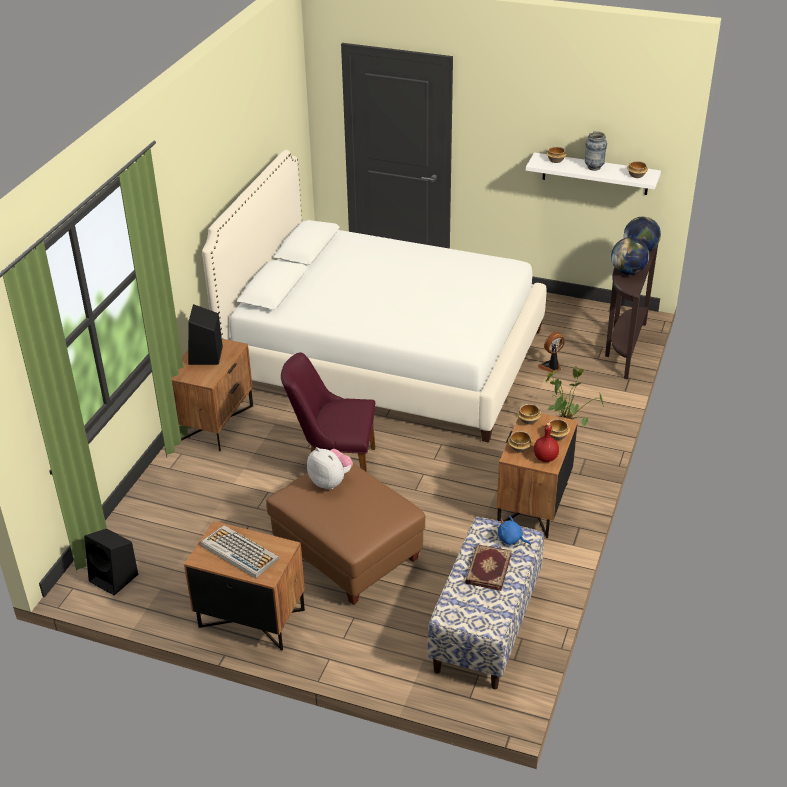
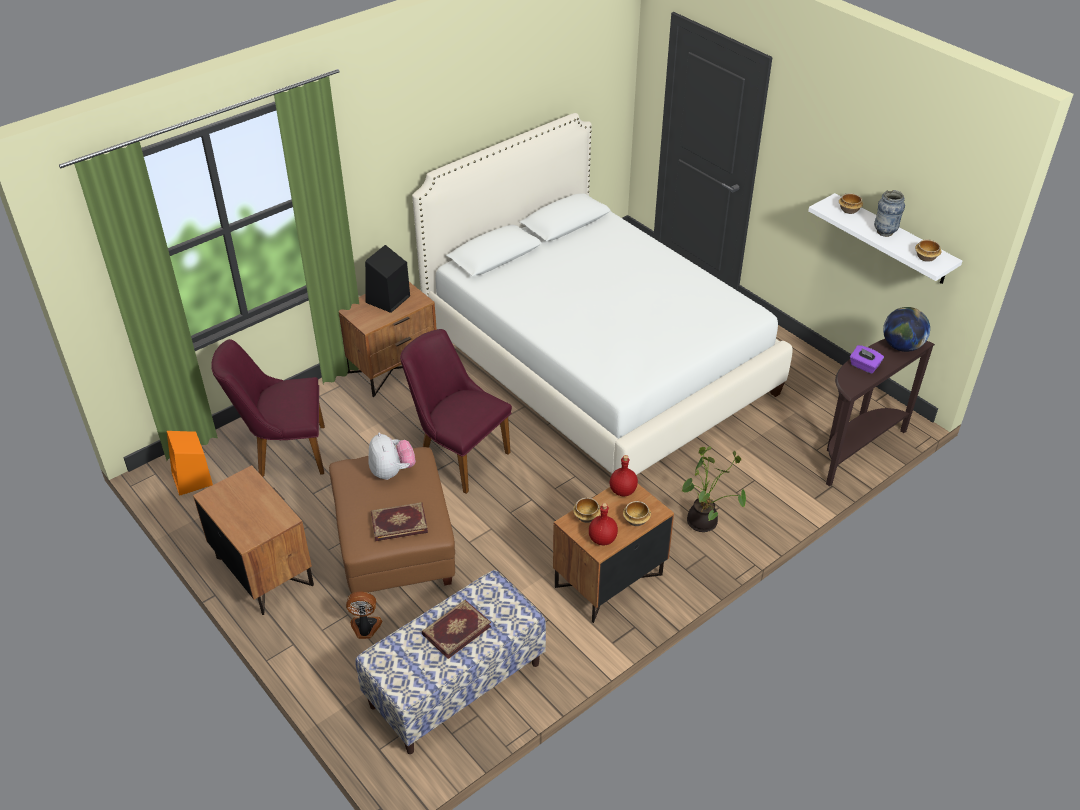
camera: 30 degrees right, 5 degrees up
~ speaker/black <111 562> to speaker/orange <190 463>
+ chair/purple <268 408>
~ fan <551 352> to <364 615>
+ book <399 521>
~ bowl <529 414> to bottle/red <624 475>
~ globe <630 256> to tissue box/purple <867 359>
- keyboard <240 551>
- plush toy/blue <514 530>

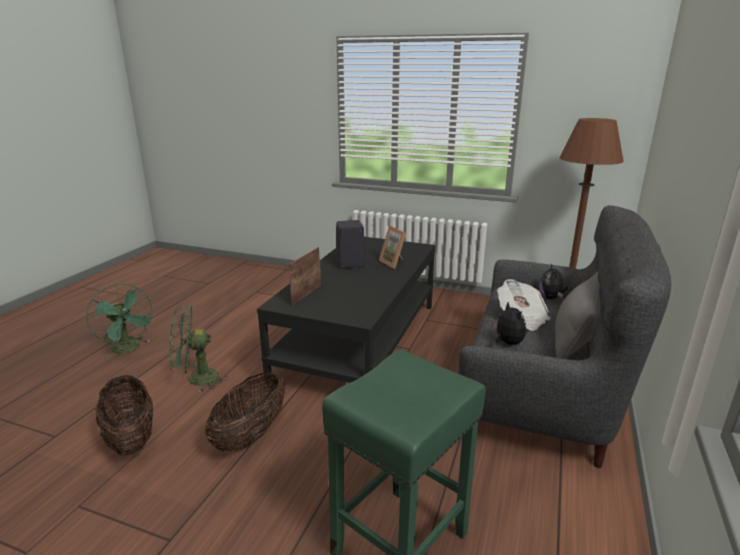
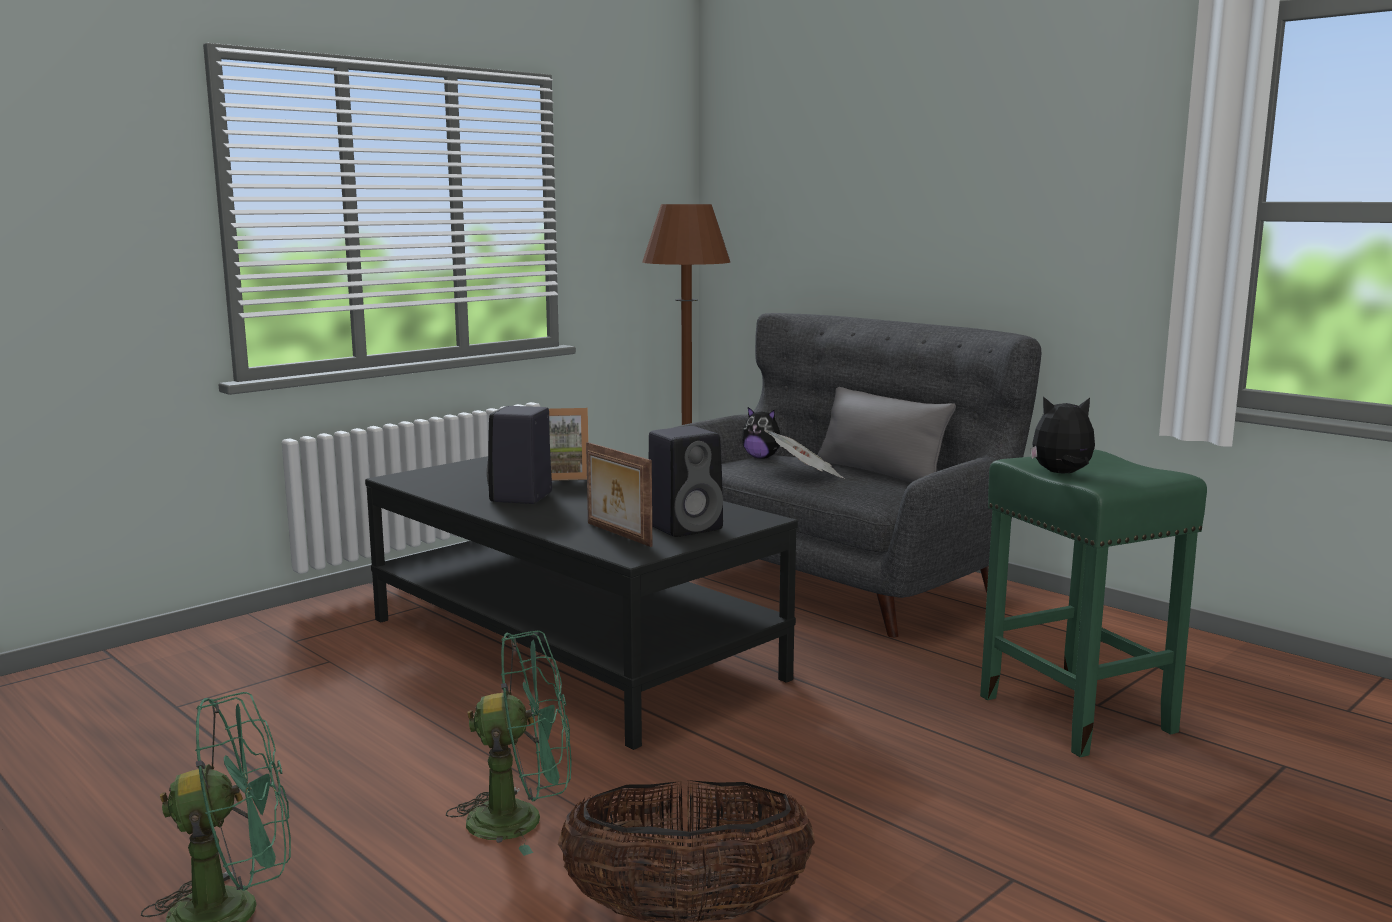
camera: 65 degrees left, 10 degrees down
~ fan/green <198 349> = <509 743> 105 degrees counterclockwise
+ speaker/black <686 481>
~ plush toy <509 323> to <1062 435>
- basket <245 412>

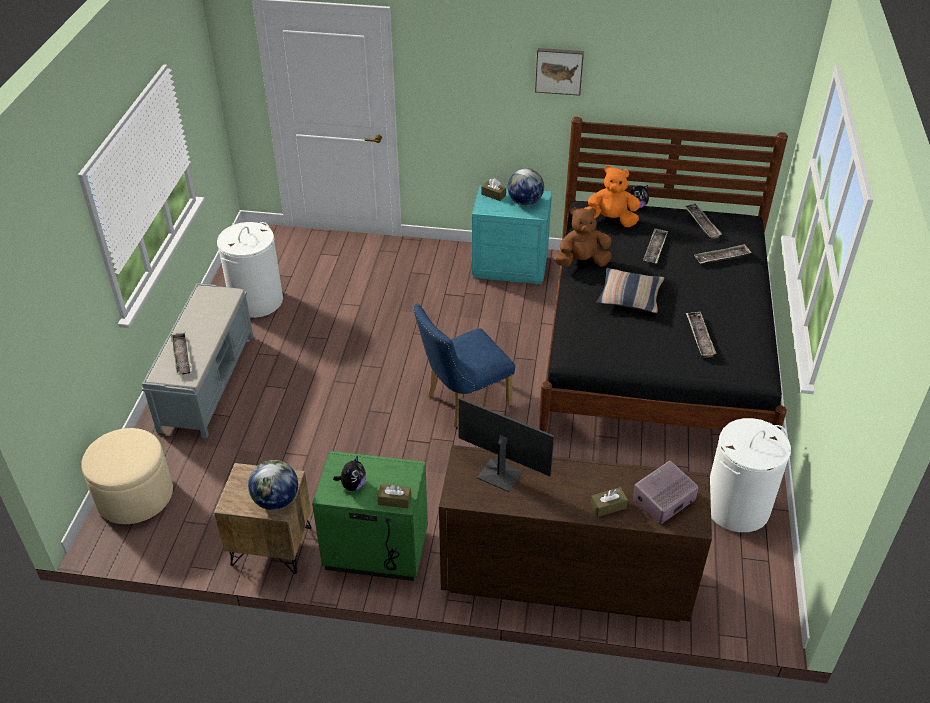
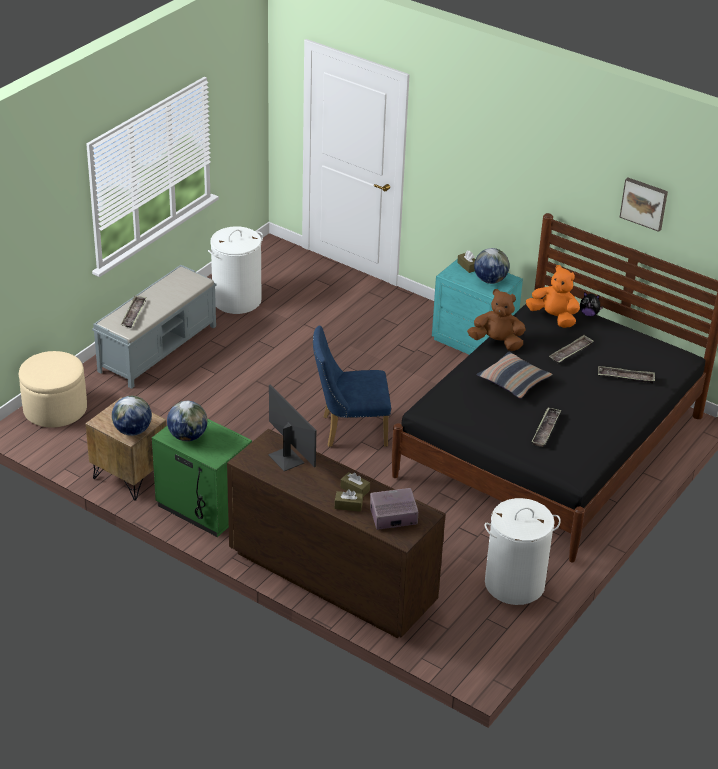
camera: 25 degrees right, 5 degrees down
~ plush toy <349 473> to globe <187 421>
~ tissue box/brown <394 496> to <355 484>
~ picture <559 72> to <644 205>
- tray <703 221>

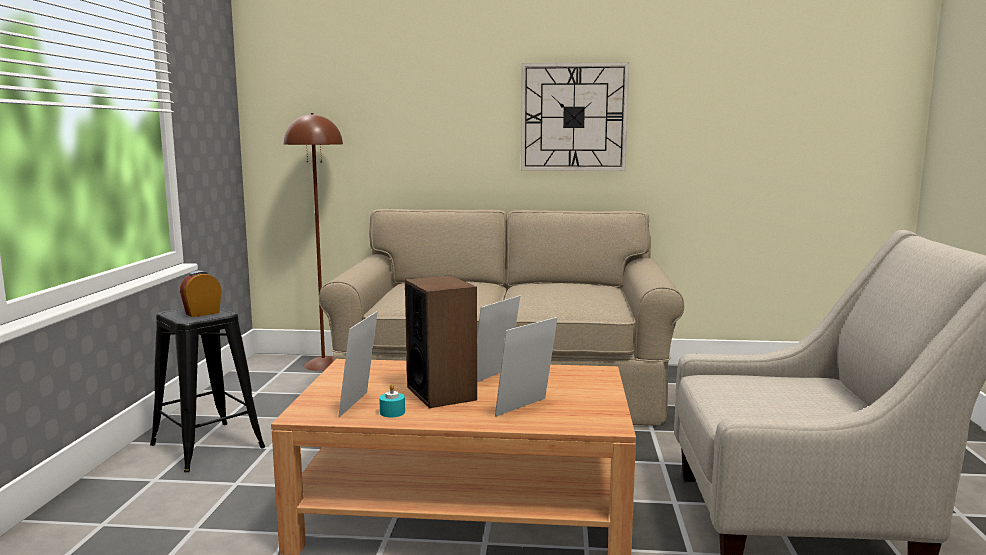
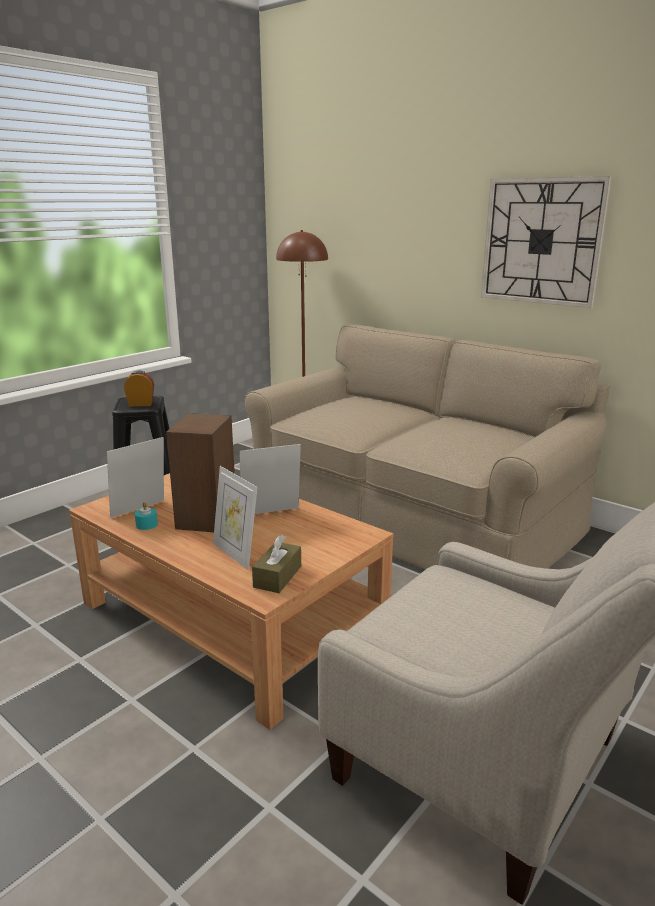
camera: 35 degrees right, 10 degrees up
~ picture frame <526 367> = <235 518> 120 degrees counterclockwise
+ tissue box/brown <276 564>

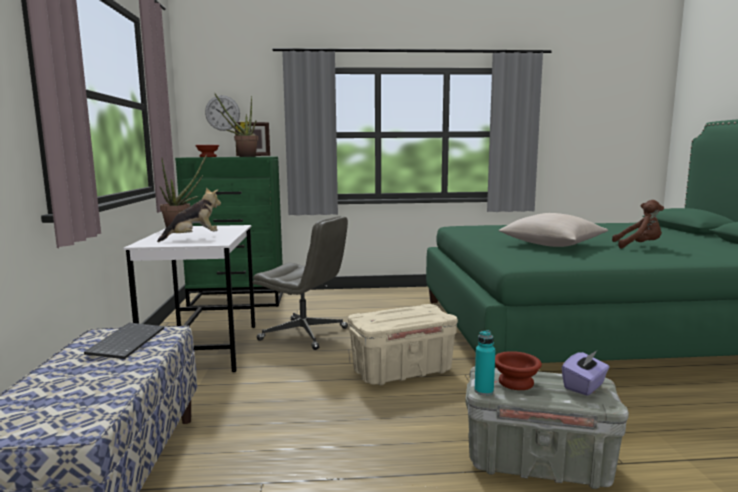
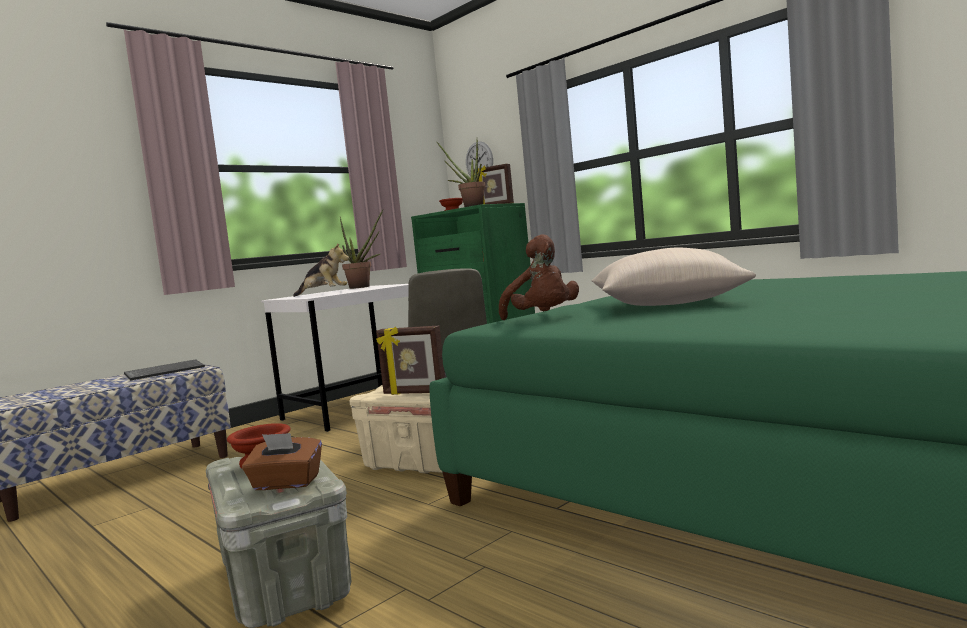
camera: 50 degrees right, 5 degrees down
~ tissue box/purple <585 373> to tissue box/brown <282 461>
+ picture frame <410 360>
~ plush toy/brown <638 224> to <539 277>
- bottle/turquoise <485 363>

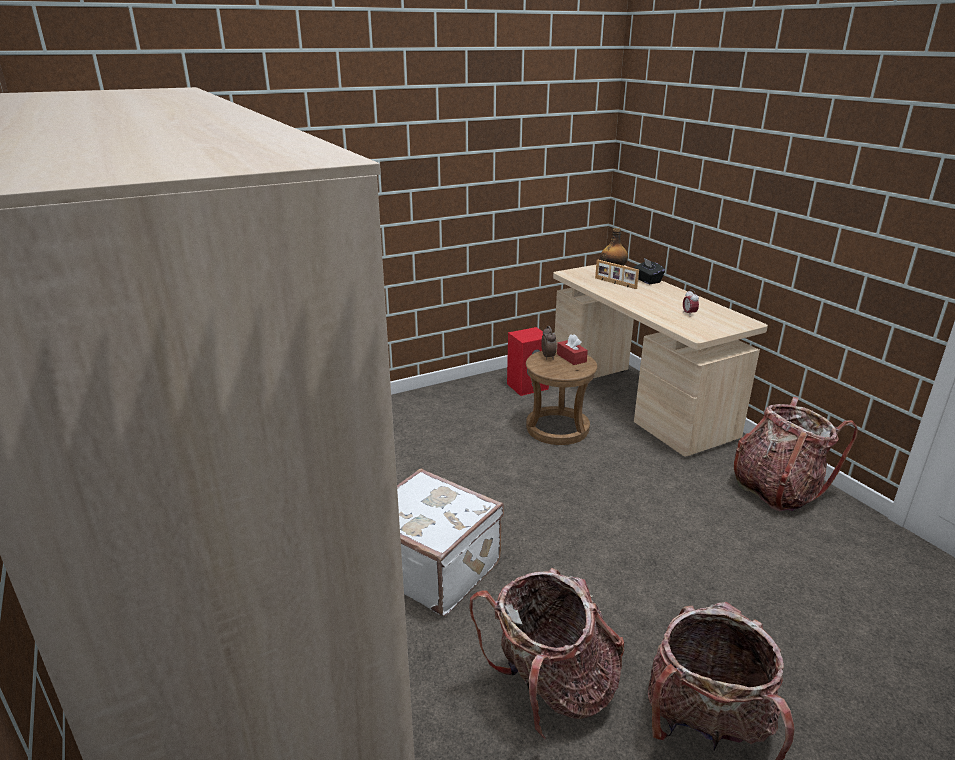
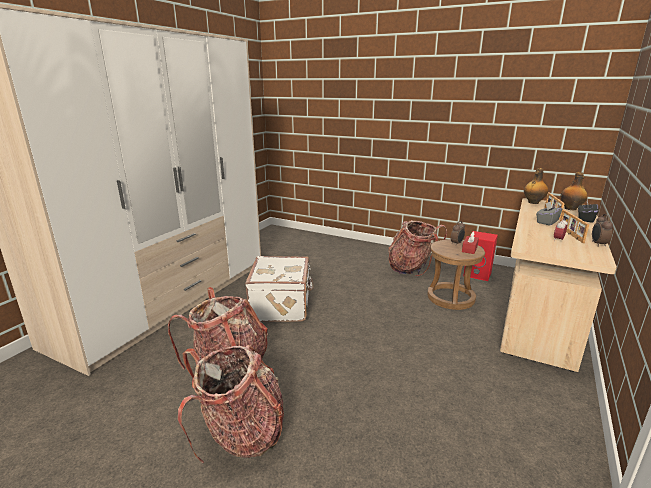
camera: 55 degrees right, 5 degrees down
~ backpack <796 454> to <417 248>
+ bottle <536 186>
+ tissue box/grey <549 213>
+ picture frame <574 226>
+ alarm clock <602 230>

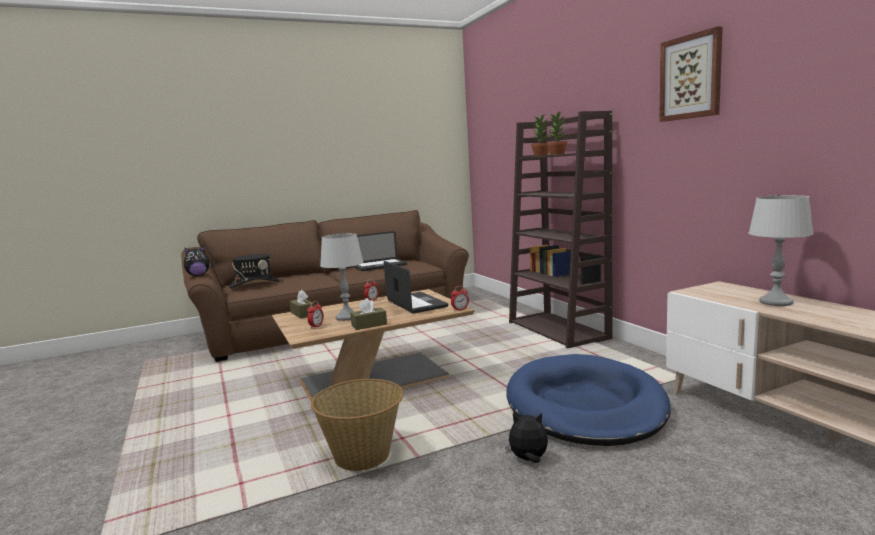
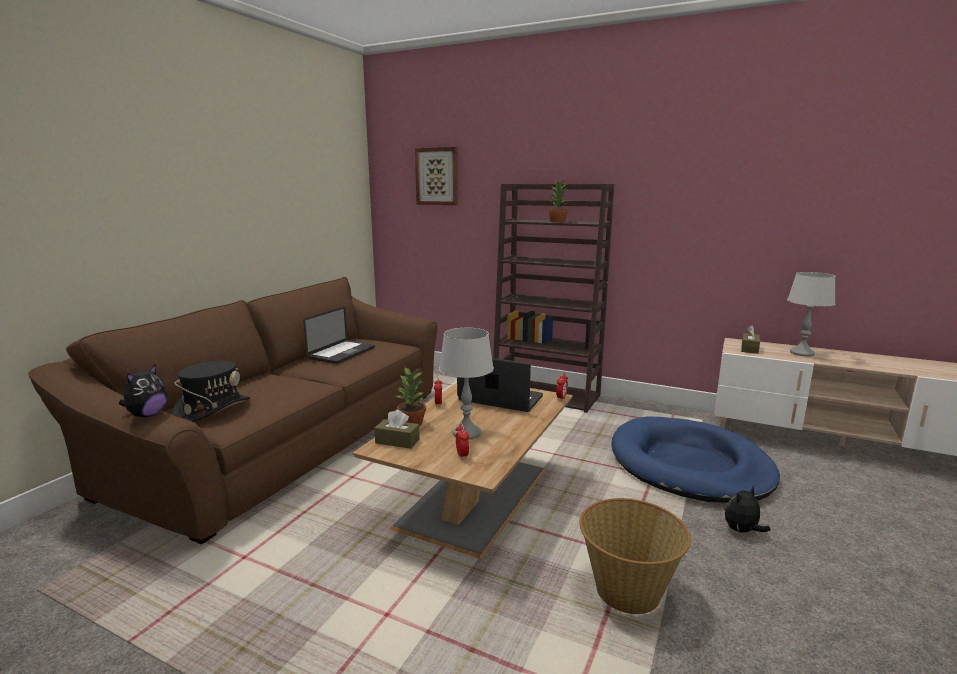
camera: 40 degrees left, 5 degrees up
~ potted plant <540 135> to <411 396>
~ picture <691 74> to <436 176>
~ tissue box/brown <368 314> to <750 339>

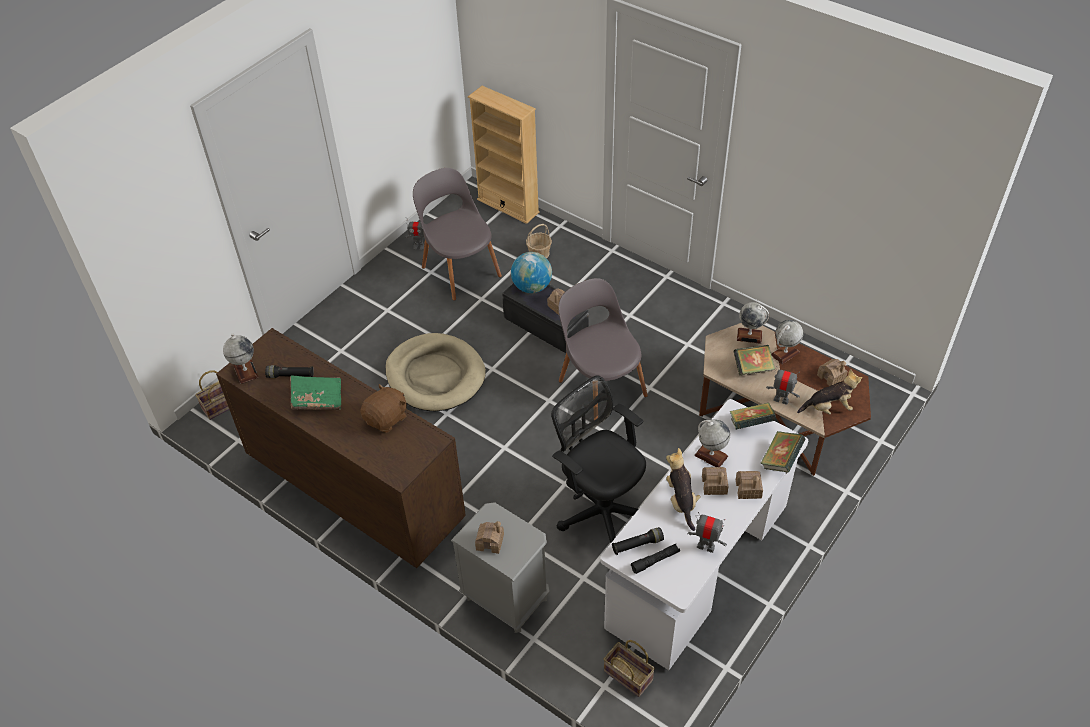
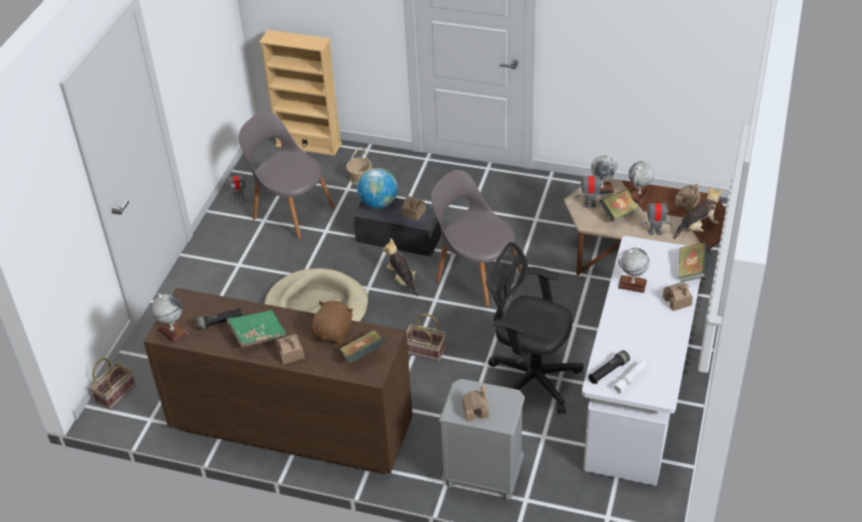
camera: 20 degrees left, 5 degrees down
~ toy house <715 481> to <290 349>
~ book <753 416> to <363 347>
~ plush toy <683 489> to <401 267>
~ basket <629 668> to <426 337>
~ toy robot <707 532> to <590 190>
~ flashlight/black <655 559> to flashlight/white <630 376>

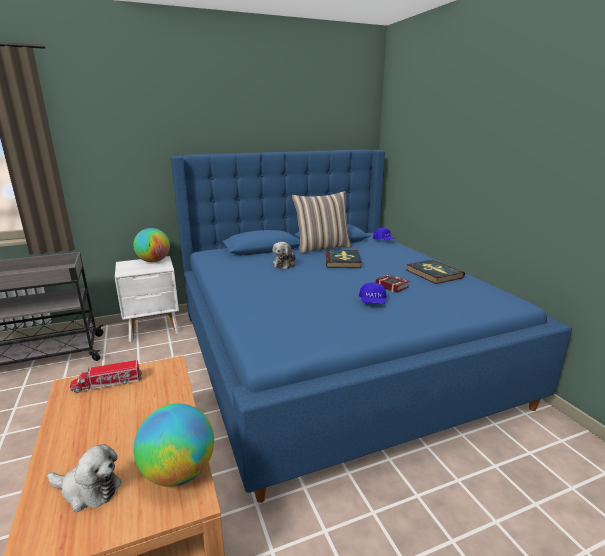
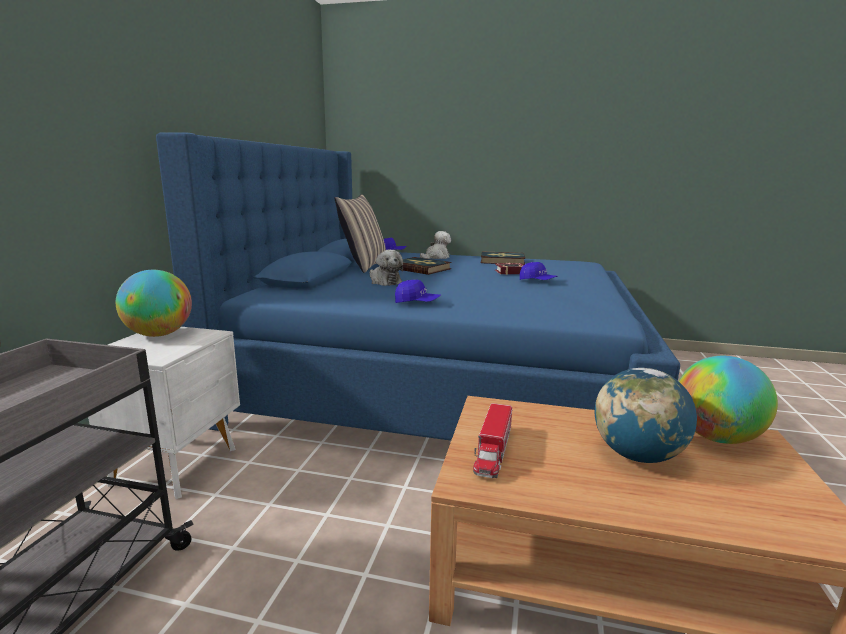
camera: 55 degrees left, 5 degrees down
+ cap/blue <418 291>
~ plush toy <84 478> to <435 245>
+ globe <646 415>

